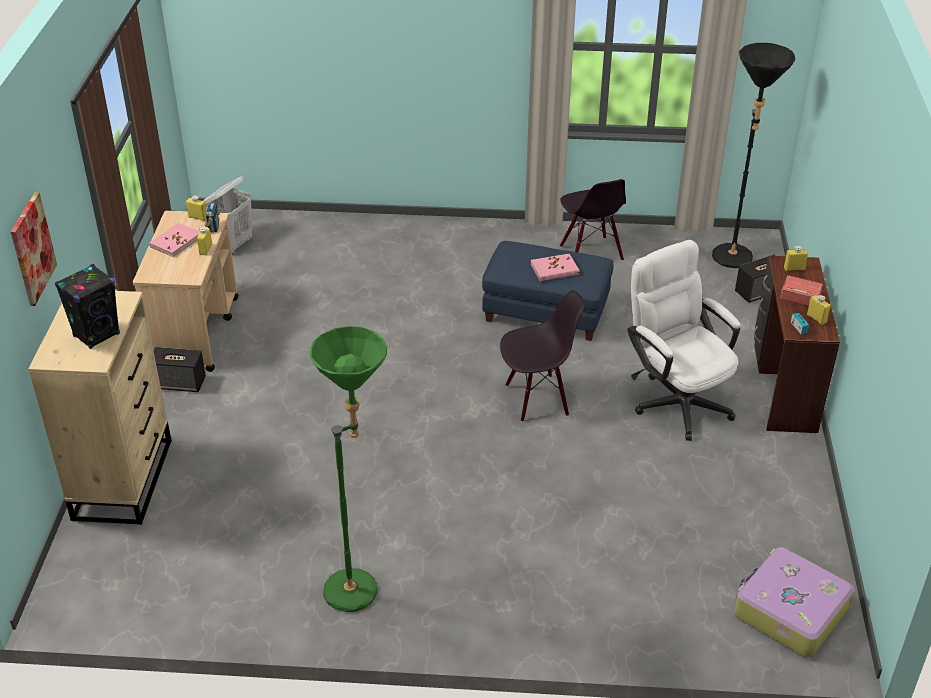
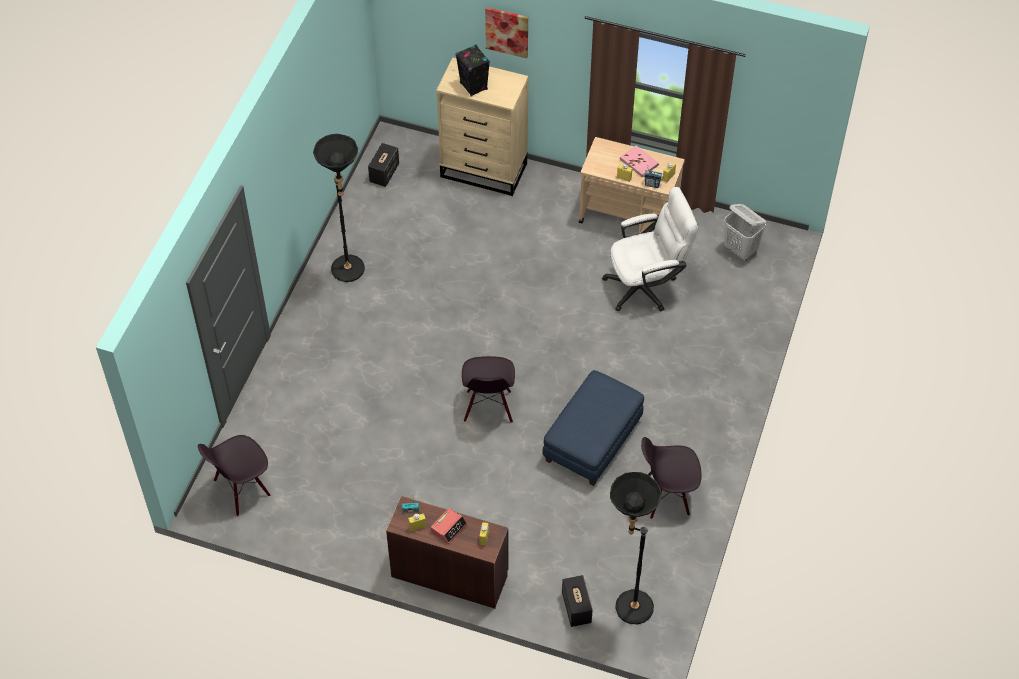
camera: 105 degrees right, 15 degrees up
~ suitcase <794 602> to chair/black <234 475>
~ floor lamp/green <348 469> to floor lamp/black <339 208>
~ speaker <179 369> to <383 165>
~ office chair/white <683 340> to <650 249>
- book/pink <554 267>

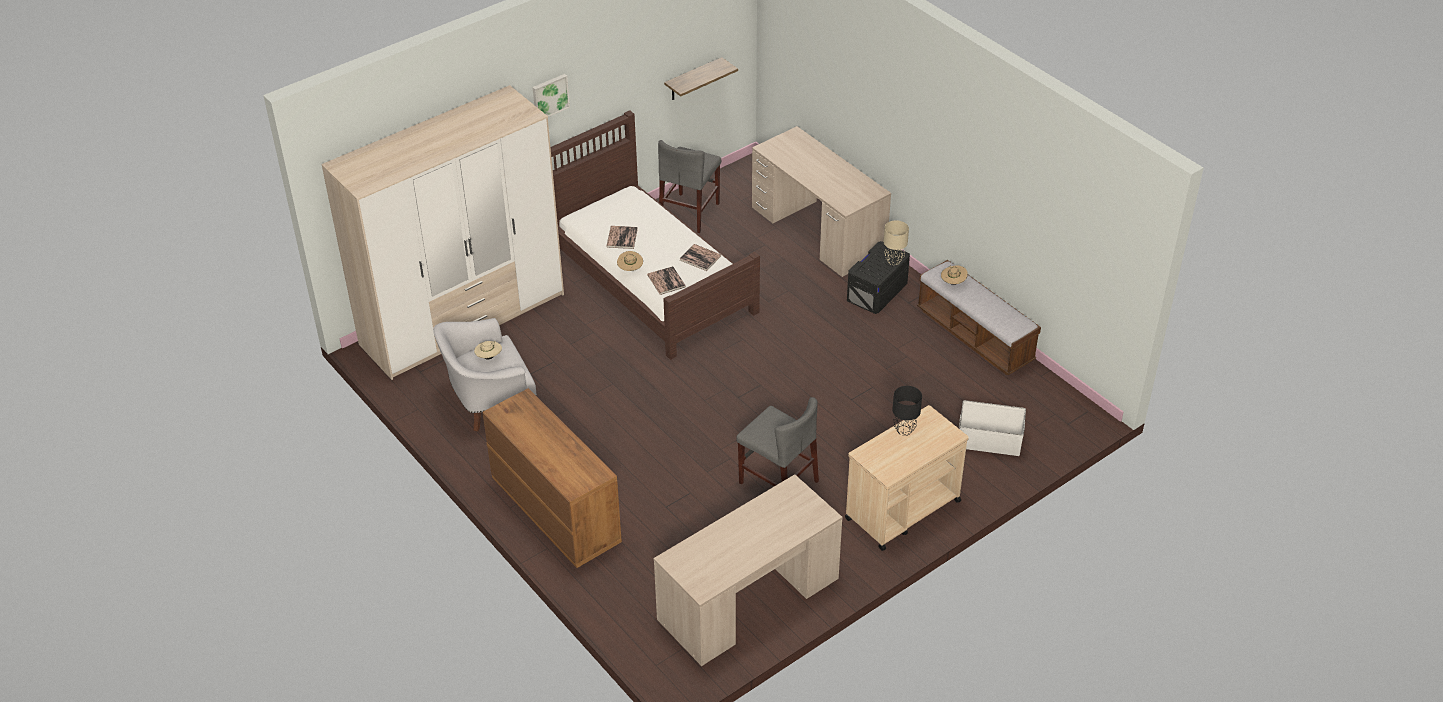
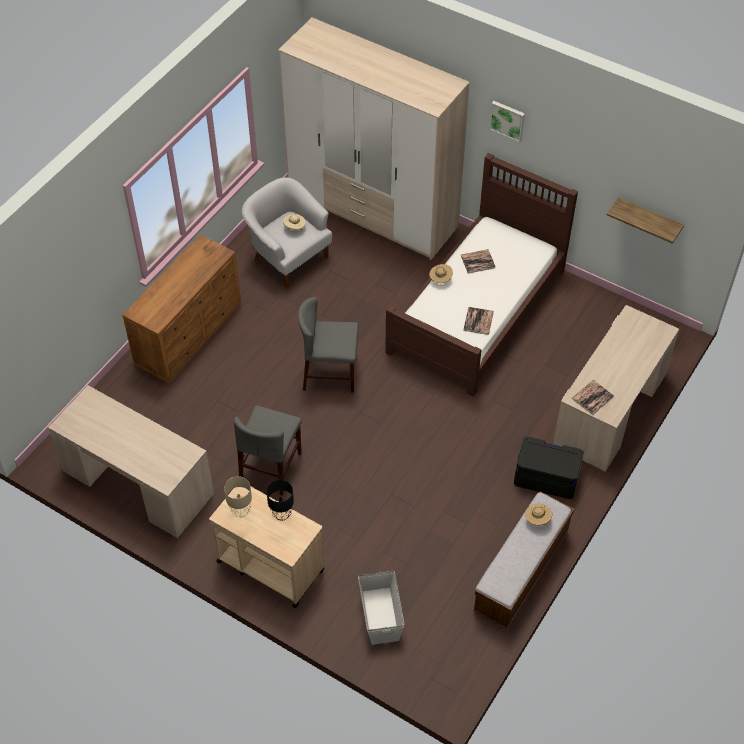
camera: 70 degrees right, 10 degrees up
~ table lamp/beige <896 242> to <238 496>
~ chair/grey <689 186> to <328 345>
~ book <666 280> to <593 397>

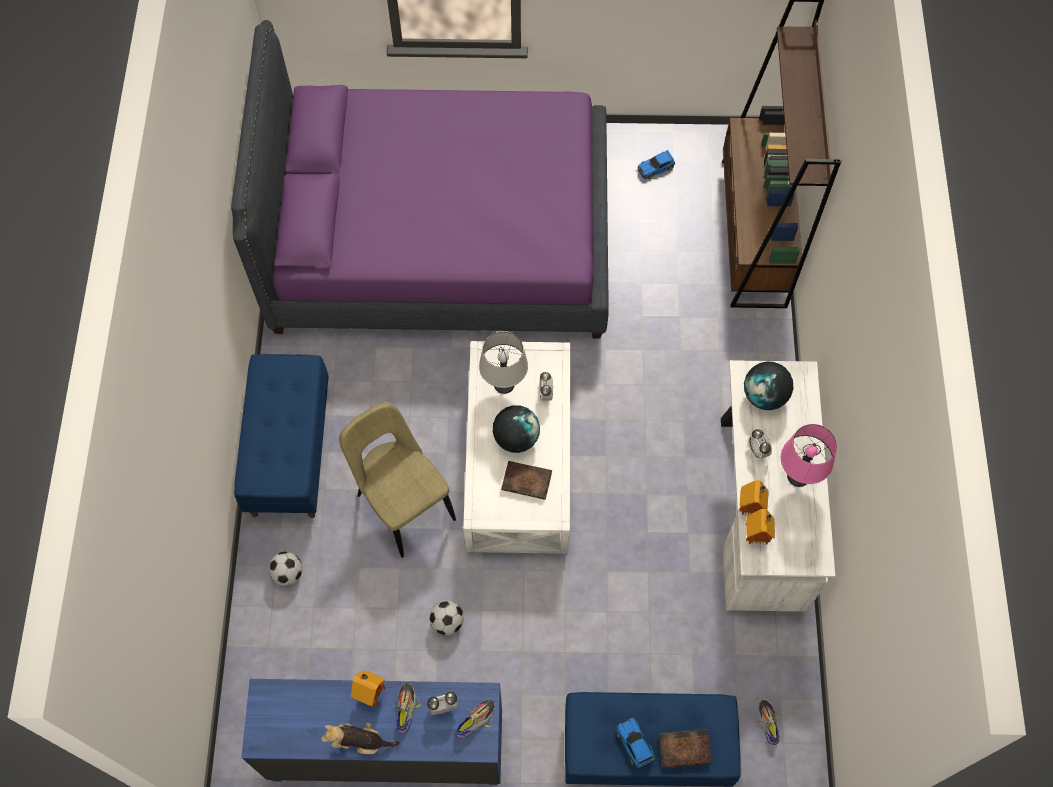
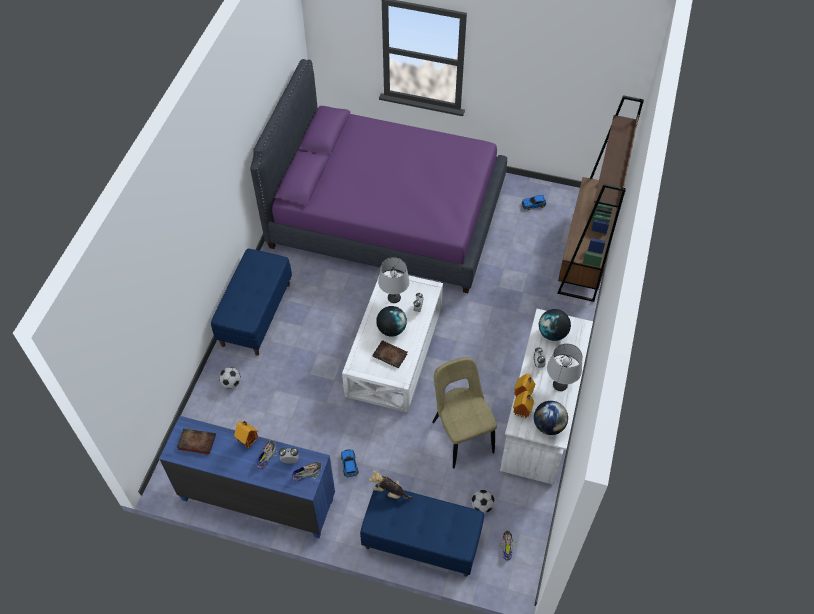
camera: 15 degrees right, 10 degrees down
~ book <685 748> to <196 441>
~ toy car <635 743> to <350 463>
~ plush toy <360 738> to <391 485>
~ chair/beige <397 480> to <464 412>
~ football <447 617> to <483 501>
+ globe <551 418>
~ table lamp/pink <809 455> to table lamp/grey <565 367>

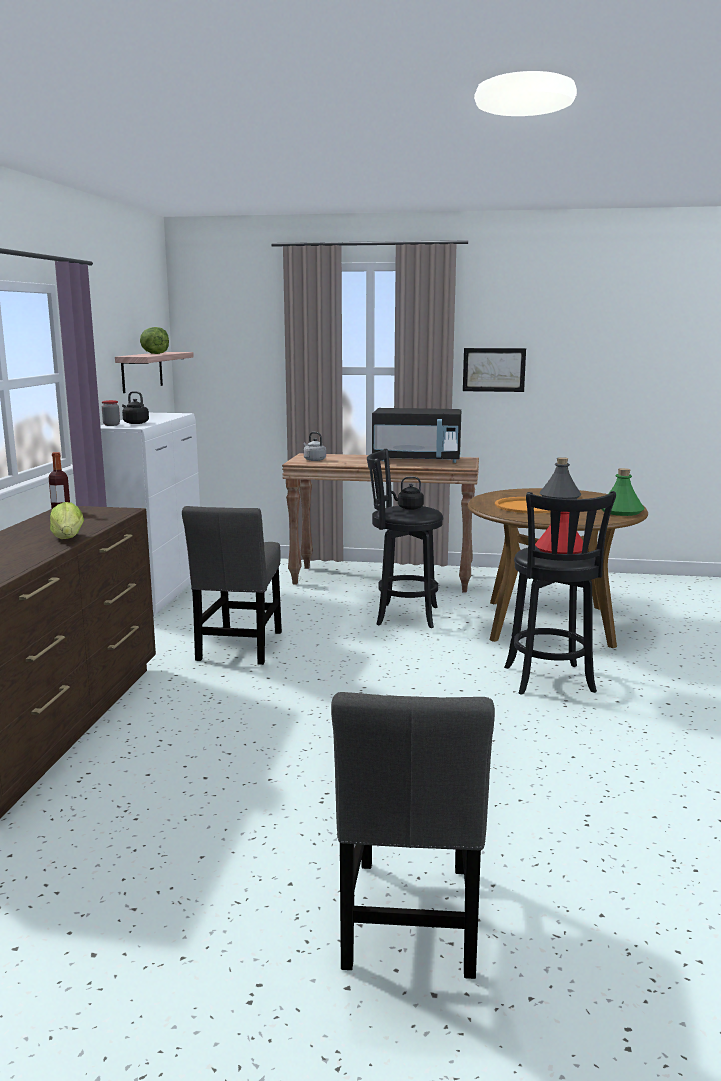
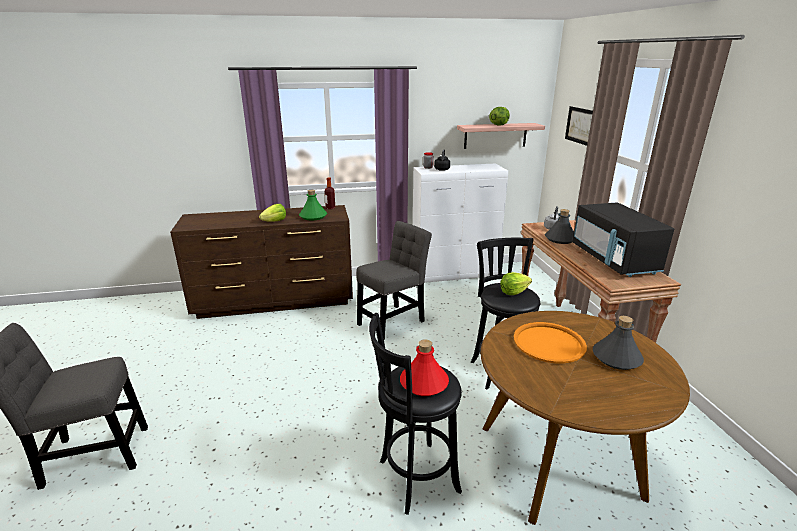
camera: 70 degrees right, 10 degrees up
~ bottle/green <622 492> to <313 205>
~ chair/grey <232 585> = <394 280> 150 degrees clockwise
~ kettle/black <407 493> to lettuce <516 283>
+ bottle/grey <559 226>
~ picture <494 370> to <579 126>

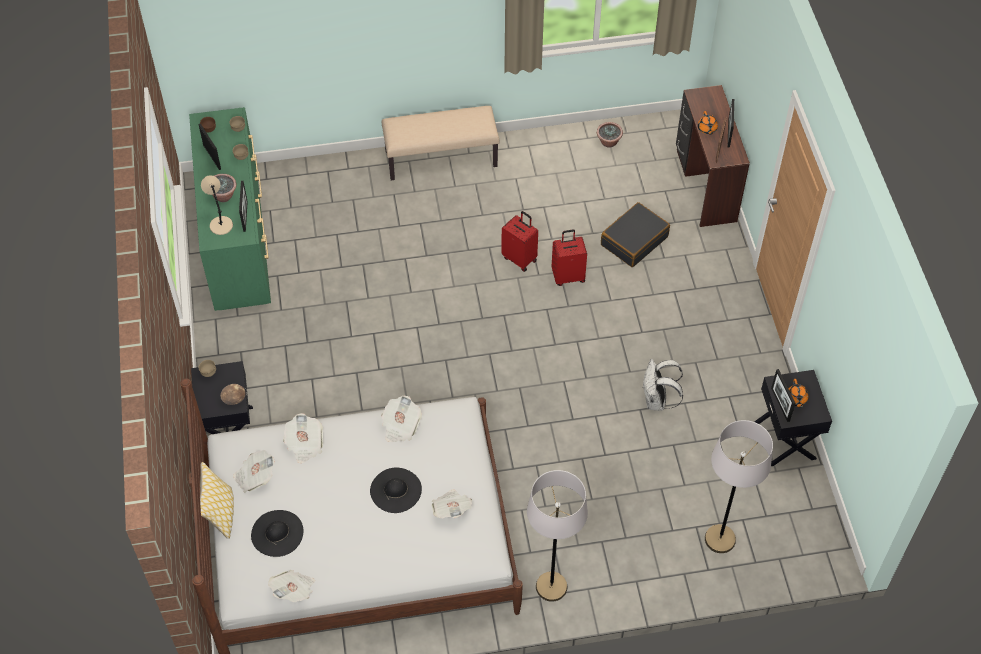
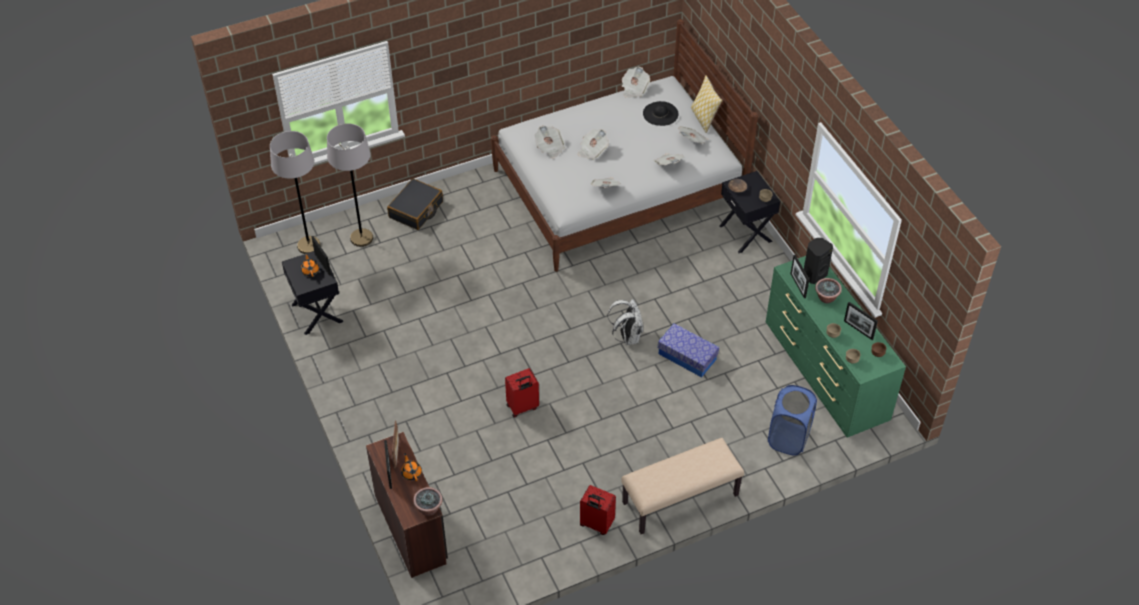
camera: 165 degrees right, 5 degrees down
~ floor lamp/grey <557 535> to <295 192>
~ suitcase/black <635 234> to <415 204>
~ potted plant <610 135> to <428 501>
~ hat/black <396 490> to newspaper <593 144>
~ suitcase/red <519 241> to <598 510>
~ backpack/white <662 385> to <625 322>
+ storage box <688 350>
+ laundry basket/blue <792 420>
~ table lamp/beige <217 205> to speaker/black <818 261>

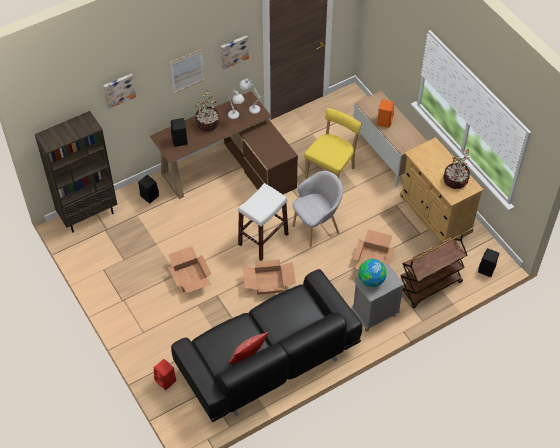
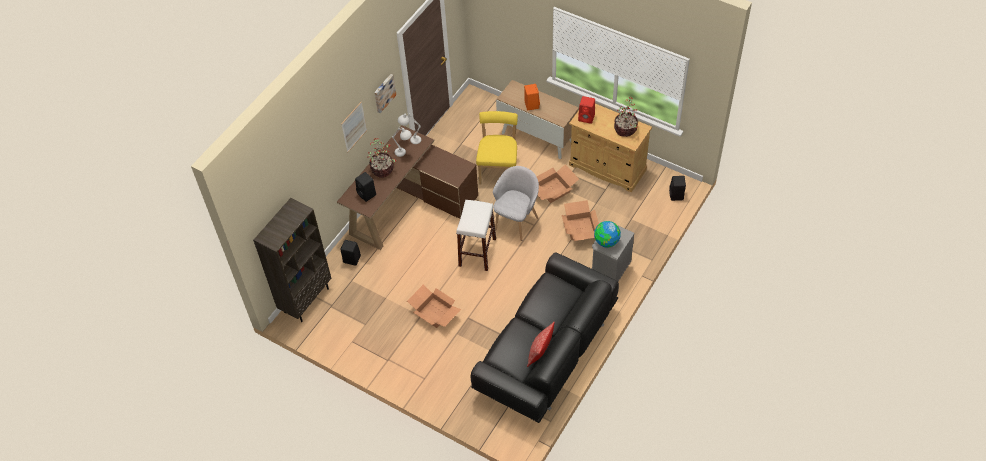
camera: 25 degrees left, 0 degrees up
~ cardboard box <269 277> to <558 183>
~ speaker/red <165 374> to <586 110>
- picture <119 91>
- cart/brown <433 271>

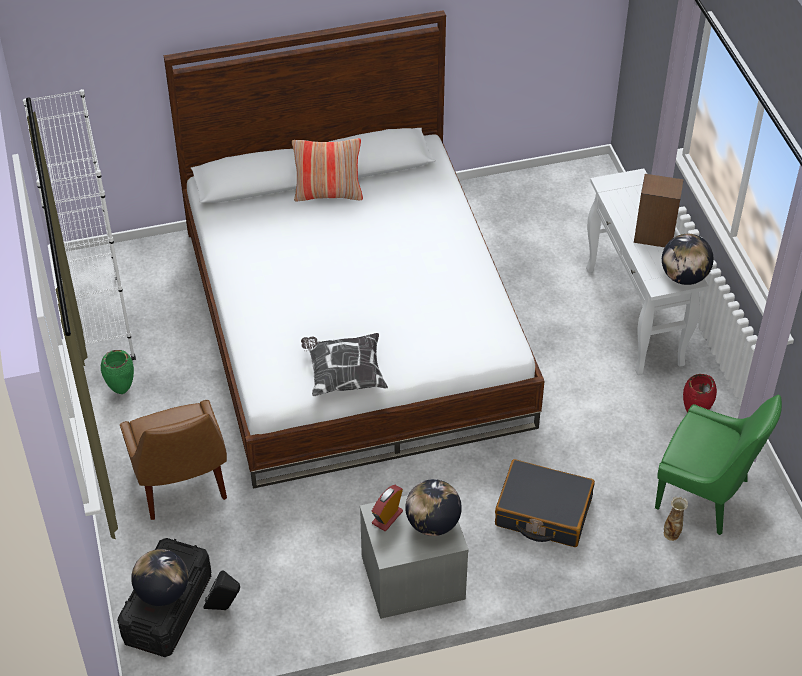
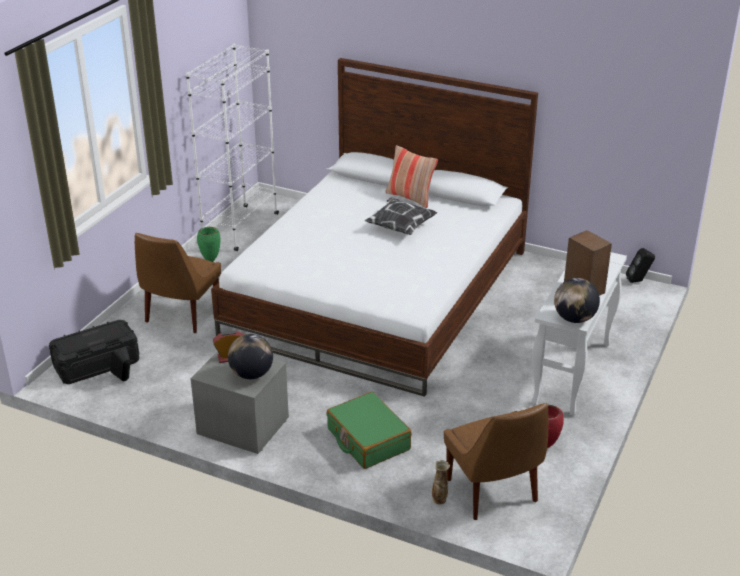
camera: 40 degrees right, 15 degrees down
~ suitcase/black <545 503> to suitcase/green <369 430>
~ pillow <344 364> to <401 216>
~ chair/green <718 465> to chair/brown <496 461>
+ speaker/black <640 265>
- globe <159 577>

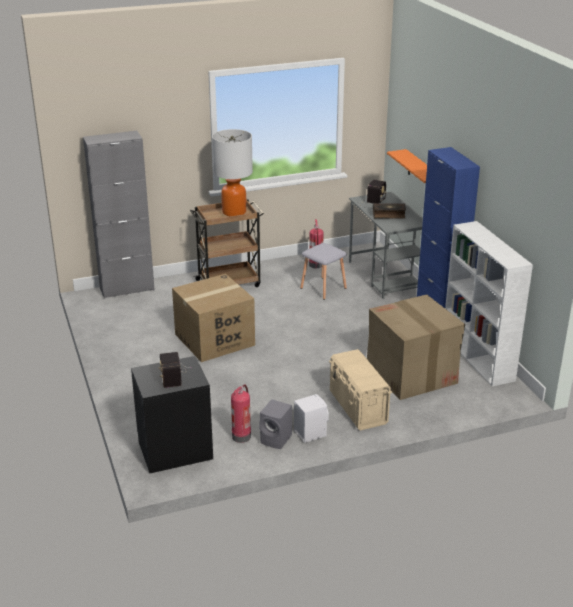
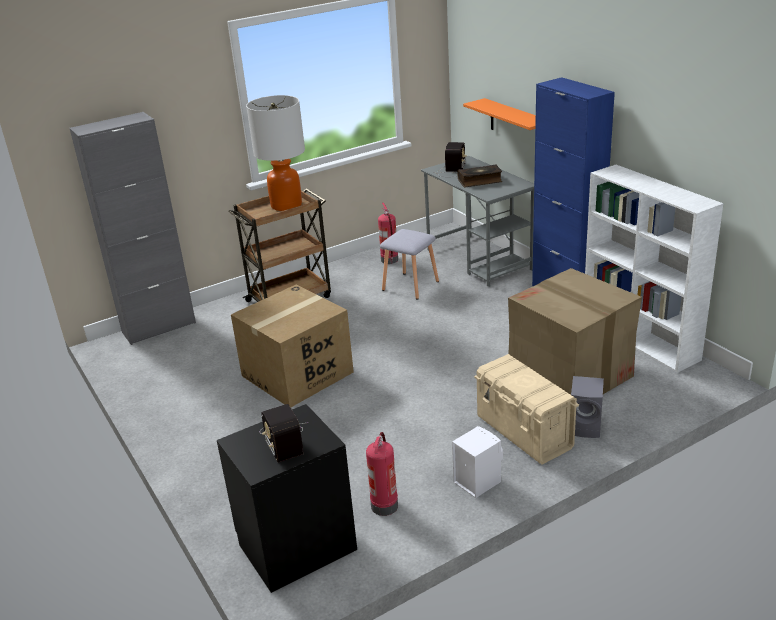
camera: 10 degrees left, 0 degrees up
~ speaker/grey <275 424> to <587 407>

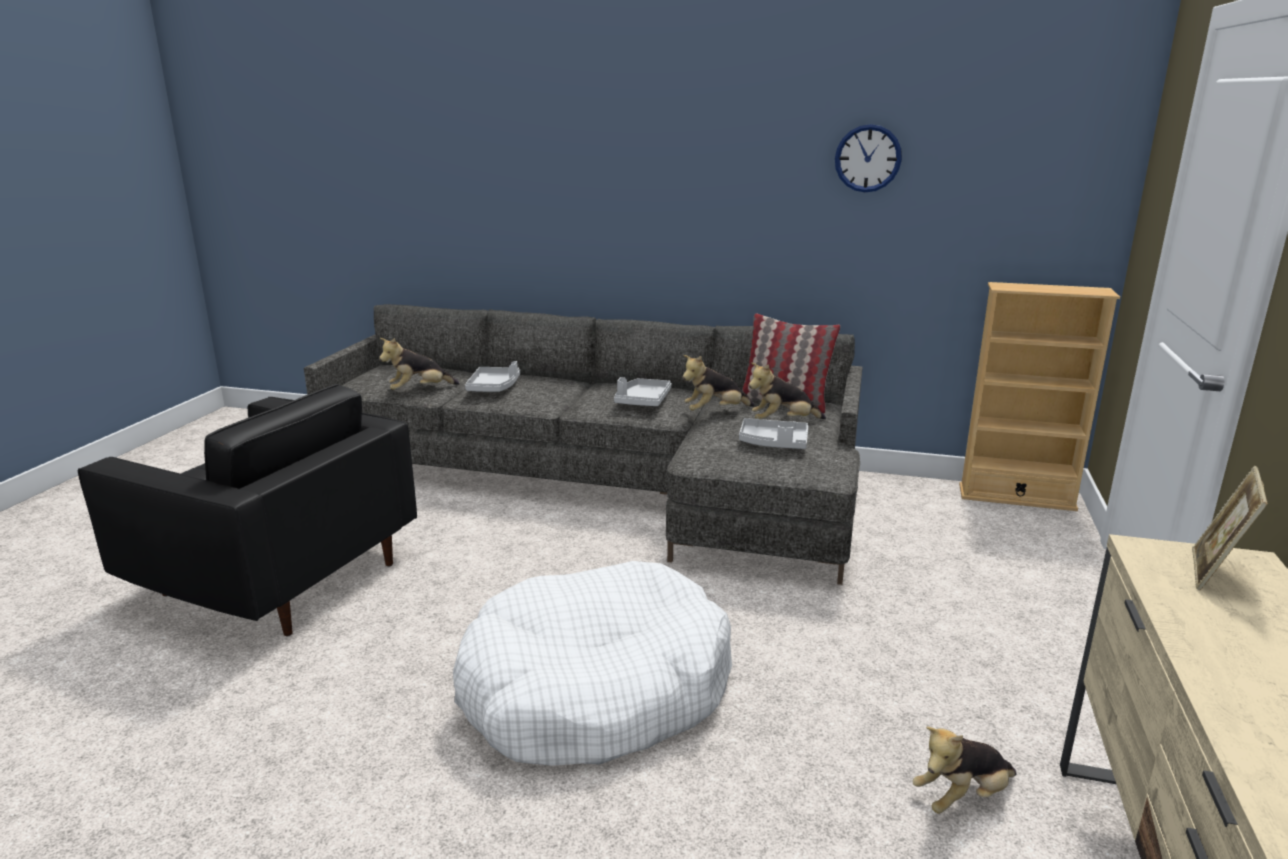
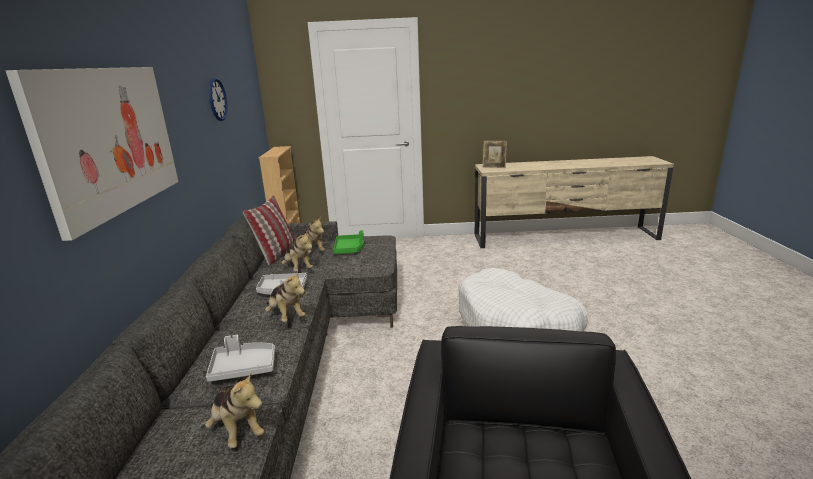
camera: 105 degrees left, 0 degrees up
+ picture <92 154>
~ plush toy <964 770> to <285 296>
~ tray/grey <773 433> to tray/green <348 242>

